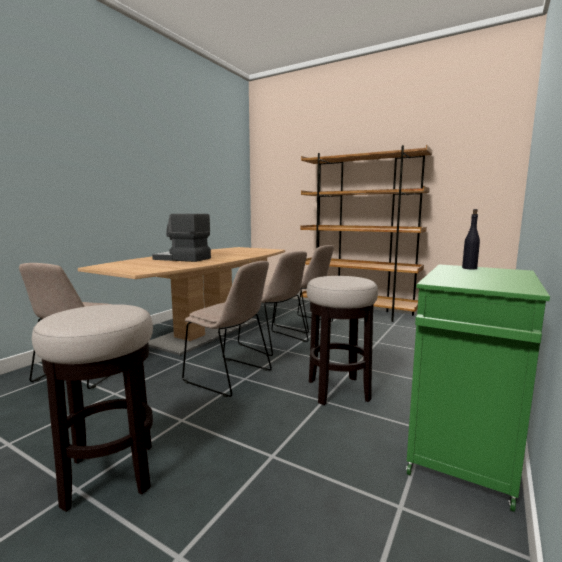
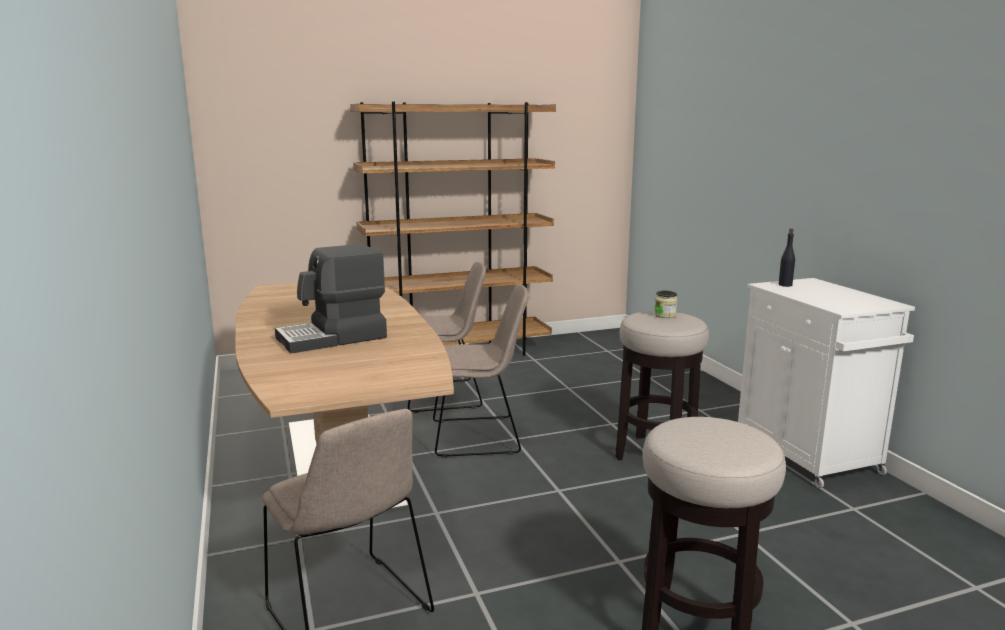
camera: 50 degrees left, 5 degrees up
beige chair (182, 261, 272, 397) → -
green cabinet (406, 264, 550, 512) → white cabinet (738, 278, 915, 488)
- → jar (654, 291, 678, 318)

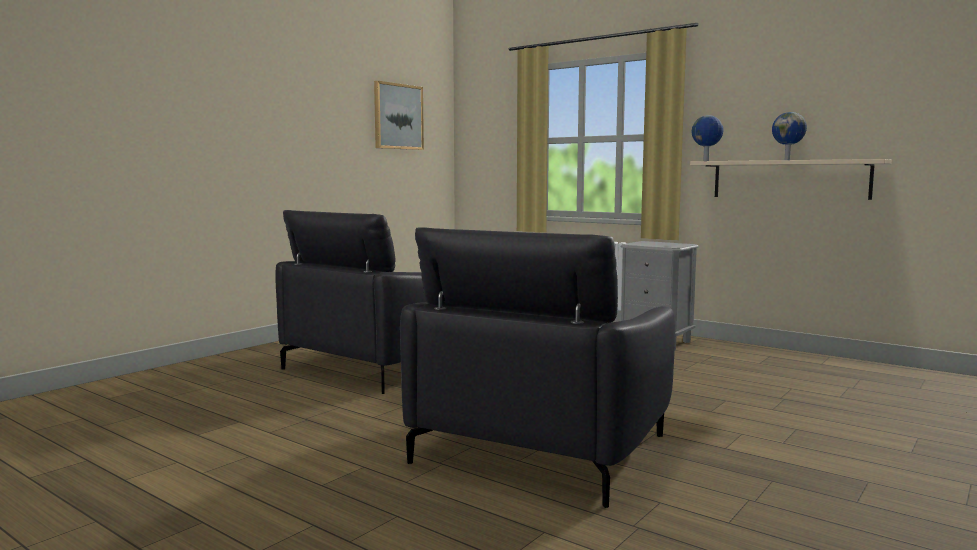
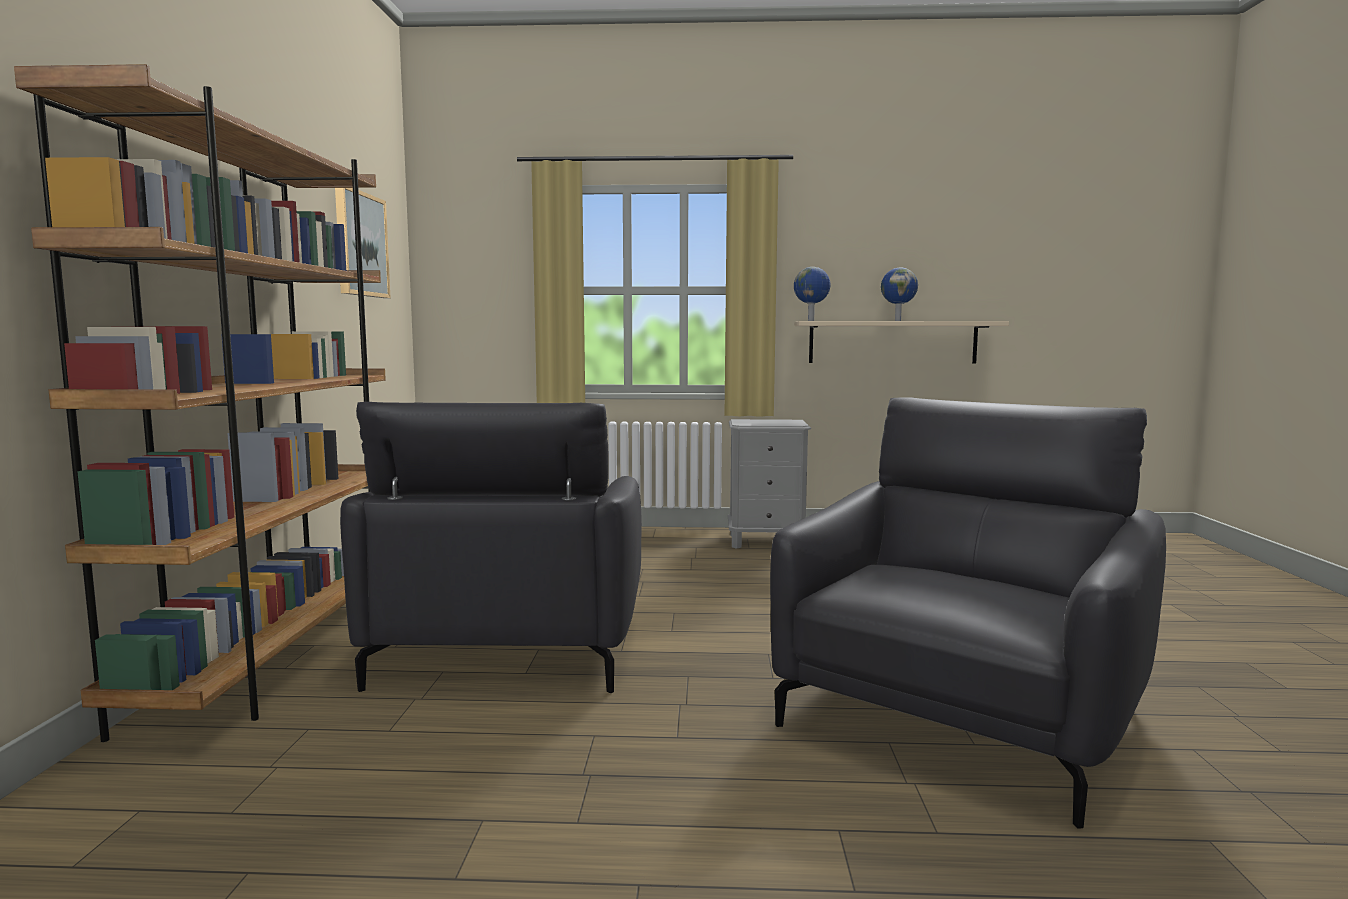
camera: 35 degrees left, 0 degrees up
black armchair (400, 227, 675, 508) → black armchair (770, 398, 1166, 829), 135 degrees counterclockwise
- → brown bookcase (14, 64, 386, 742)

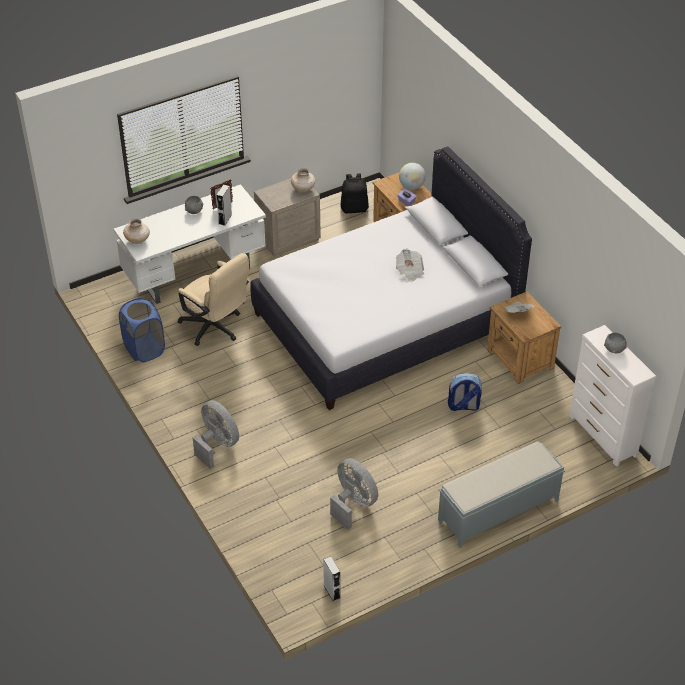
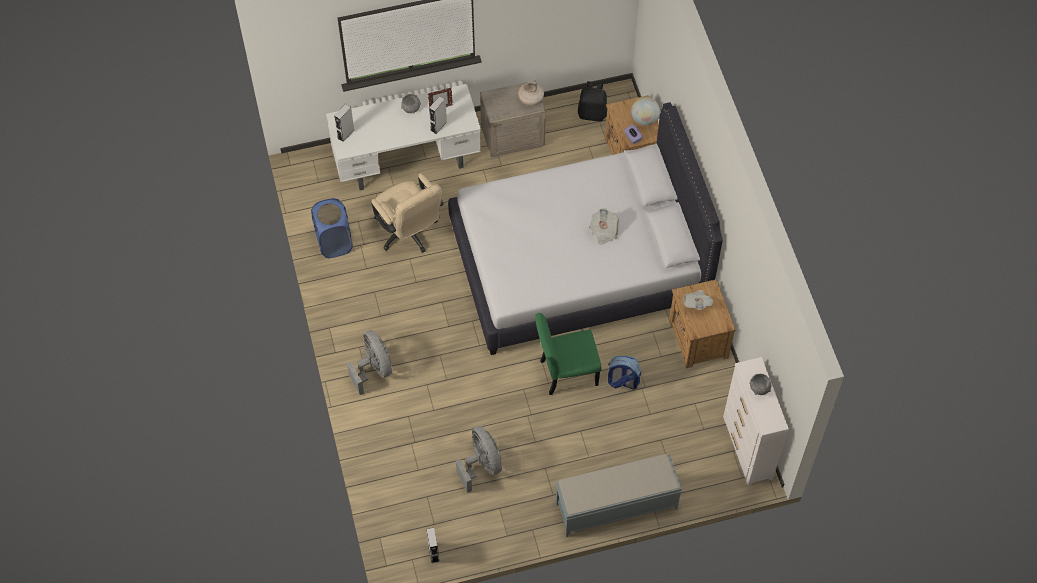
camera: 15 degrees right, 15 degrees up
beige vase (123, 218, 150, 244) → grey speaker (334, 104, 355, 142)
- → green chair (535, 313, 601, 395)

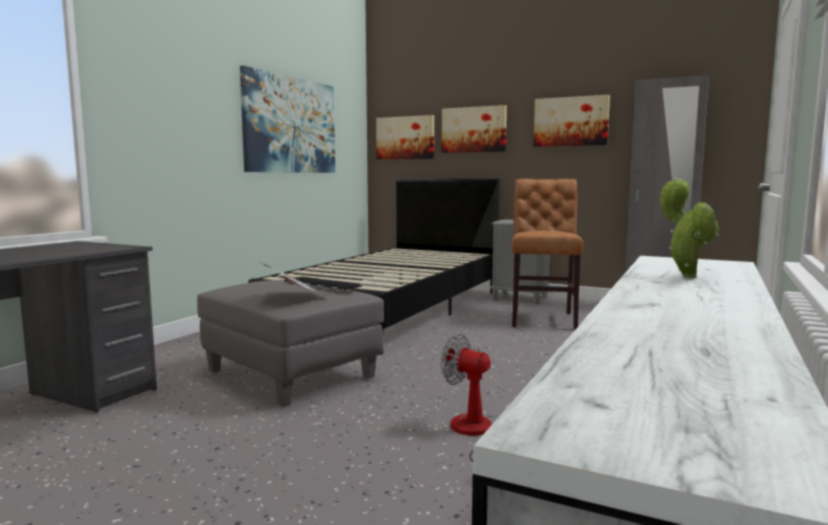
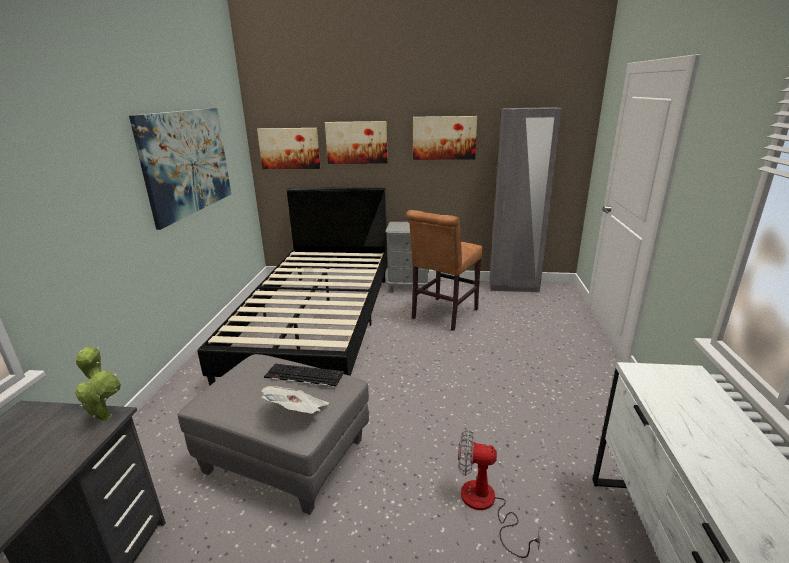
camera: 20 degrees left, 15 degrees up
potted plant (660, 177, 719, 278) → potted plant (75, 347, 121, 421), relocated
brown chair (511, 179, 583, 330) → brown chair (406, 210, 483, 331), 135 degrees counterclockwise

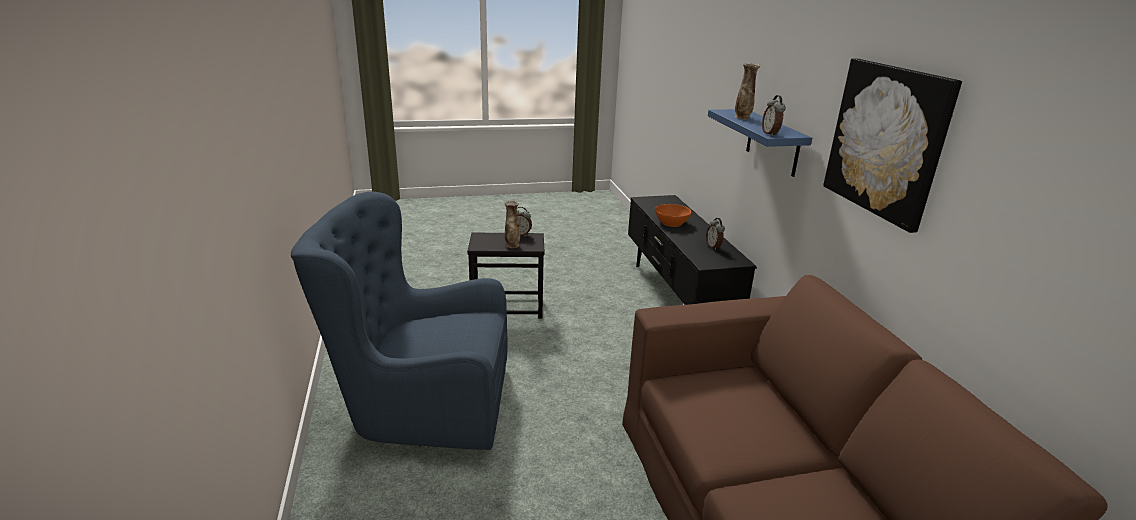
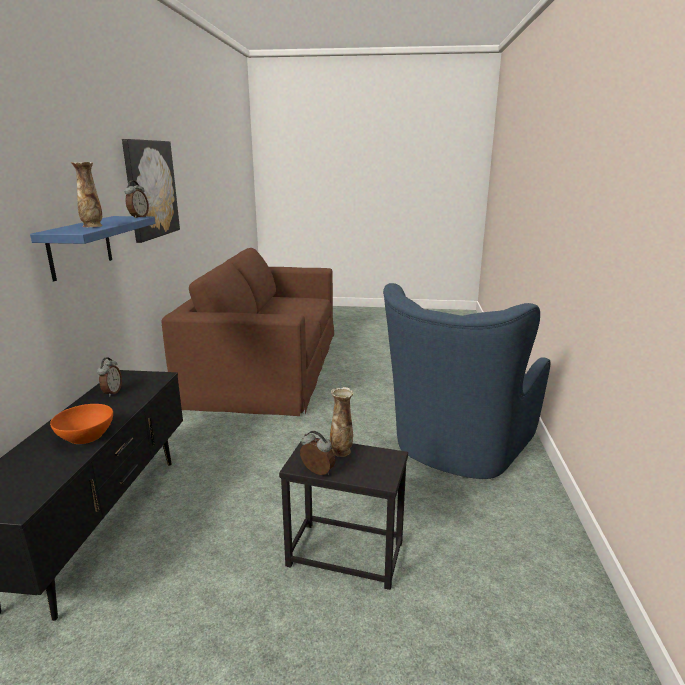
camera: 160 degrees left, 5 degrees down
blue armchair (291, 192, 508, 450) → blue armchair (383, 283, 550, 479), 105 degrees clockwise

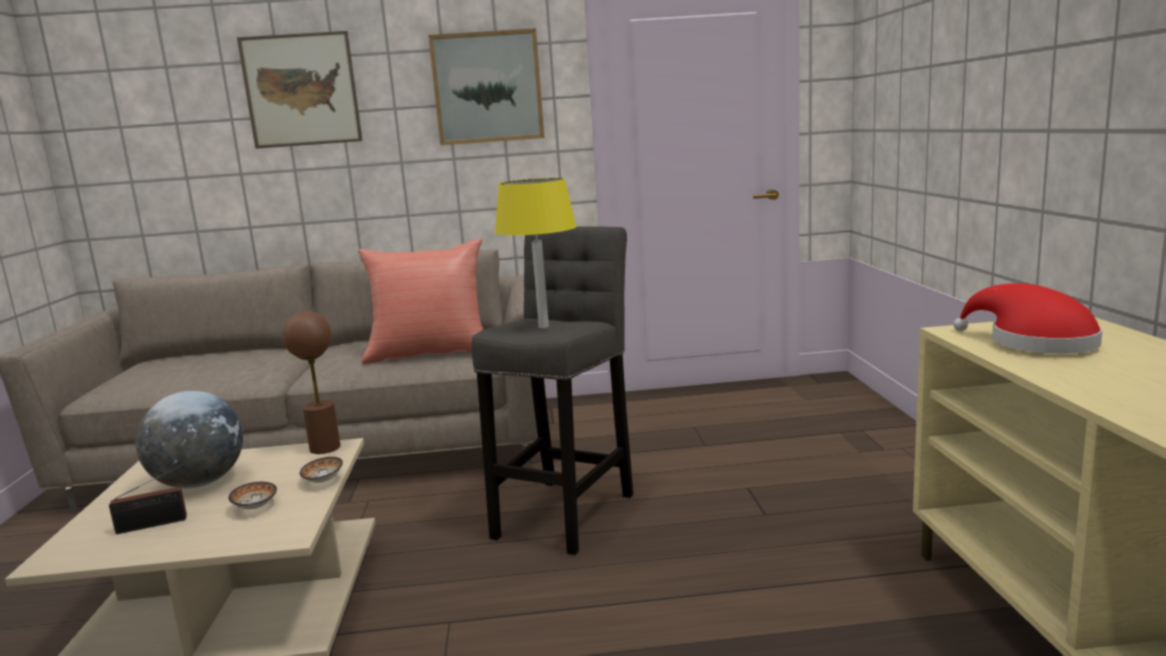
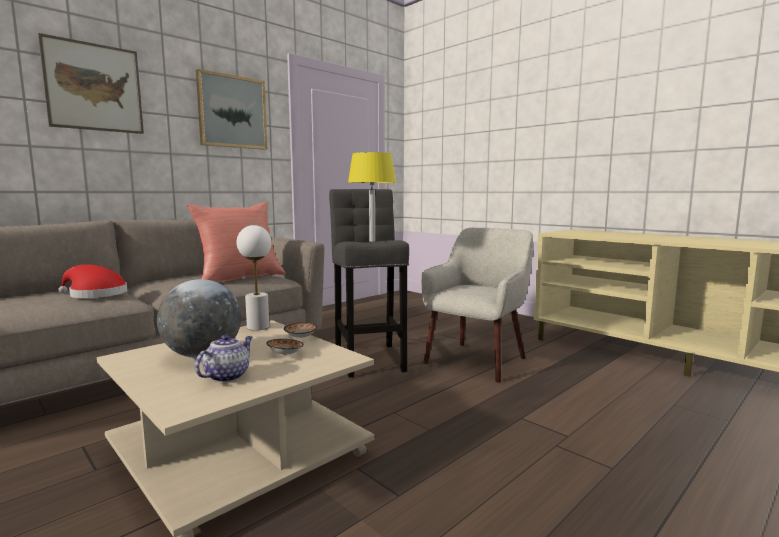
camera: 40 degrees left, 5 degrees down
red hat (953, 283, 1103, 354) → red hat (59, 264, 127, 298), relocated
brown table lamp (283, 312, 340, 454) → white table lamp (237, 225, 271, 330)
radio (109, 464, 187, 534) → teapot (195, 335, 252, 382)
- → beige armchair (421, 228, 533, 383)

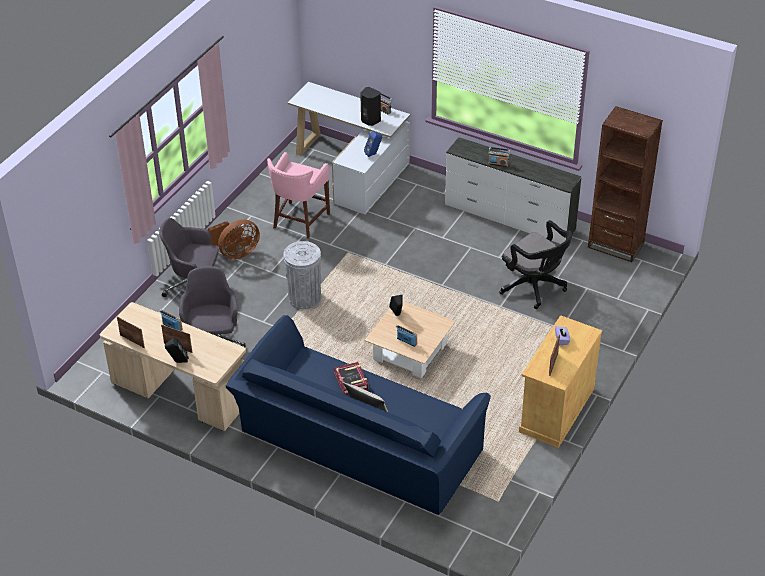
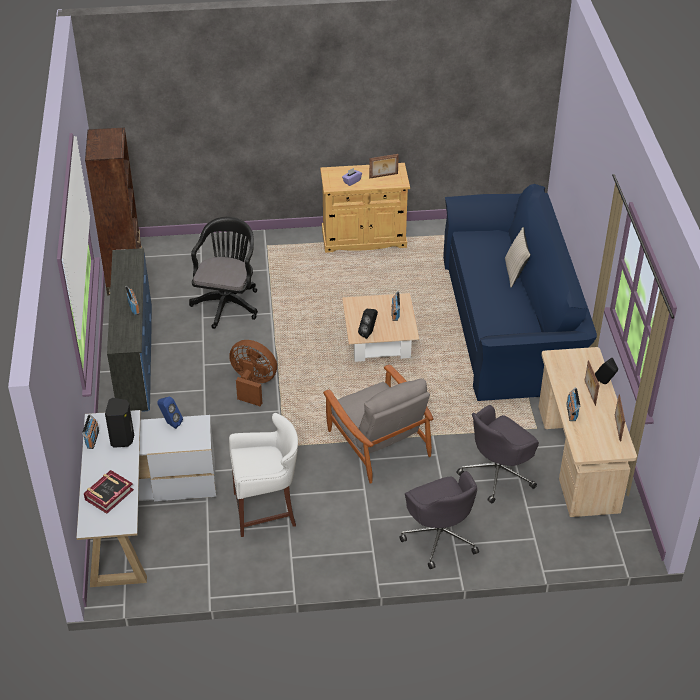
camera: 125 degrees left, 0 degrees up
white dresser (445, 137, 582, 244) → blue dresser (107, 248, 152, 412)
pink stool (267, 152, 330, 238) → white stool (229, 413, 298, 537)
brown fan (208, 219, 260, 259) → brown fan (229, 340, 277, 406), relocated
grey trash can (283, 241, 321, 309) → grey armchair (323, 365, 433, 484)
book (334, 362, 369, 395) → book (84, 470, 134, 514), relocated

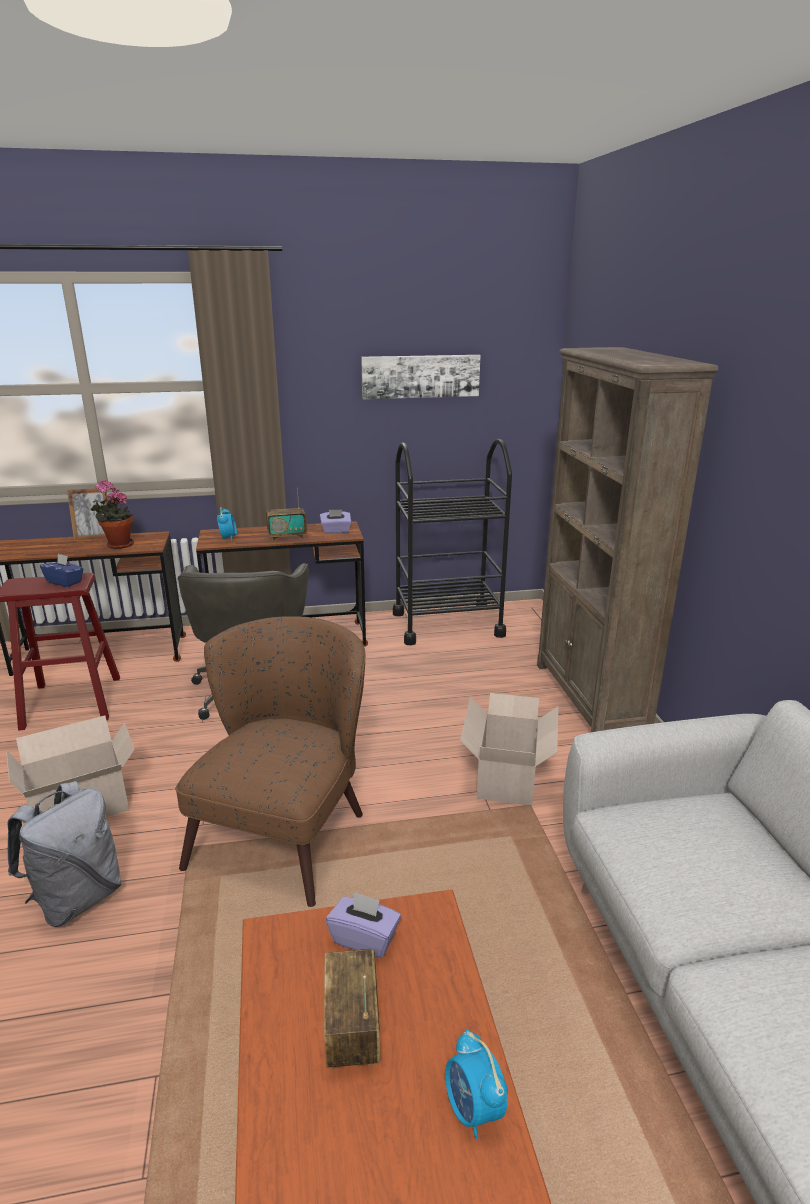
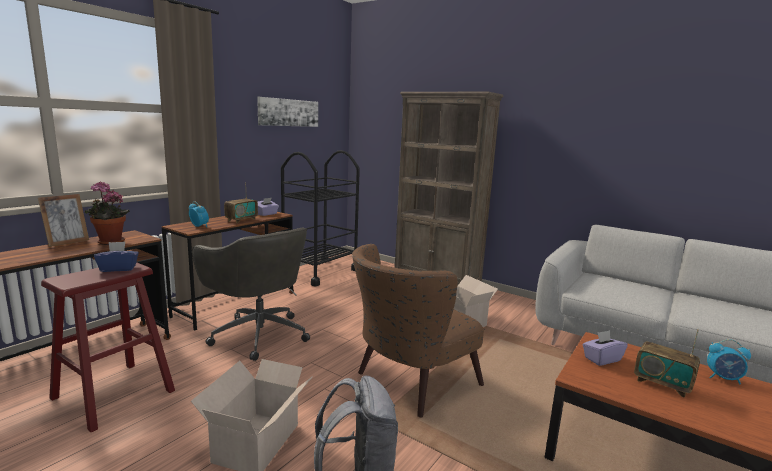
camera: 45 degrees left, 10 degrees down
brown armchair (175, 616, 365, 907) → brown armchair (352, 244, 484, 418), 105 degrees counterclockwise

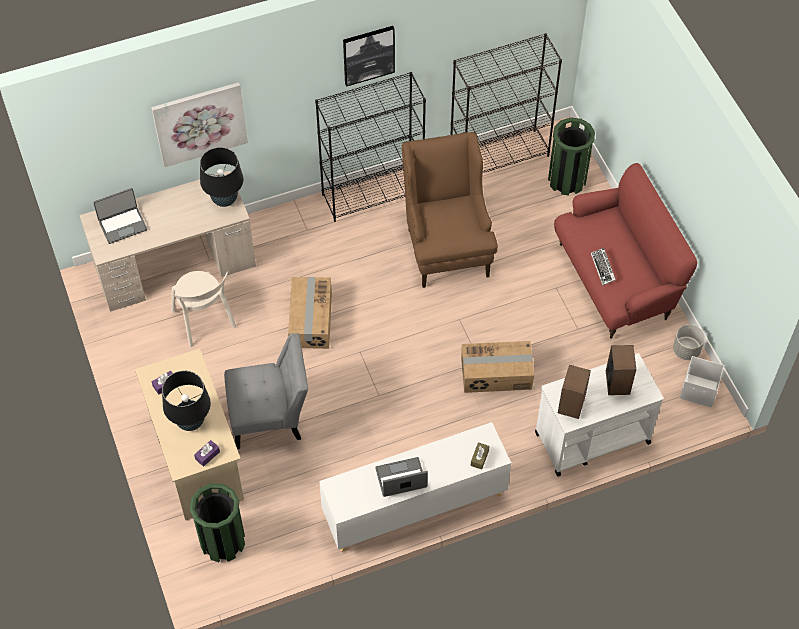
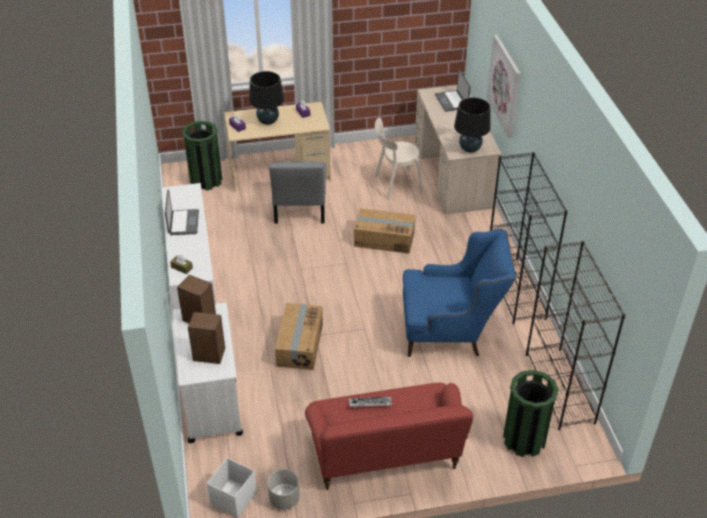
camera: 100 degrees right, 15 degrees down
picture (343, 26, 395, 87) → -
brown armchair (402, 132, 498, 288) → blue armchair (403, 228, 516, 357)

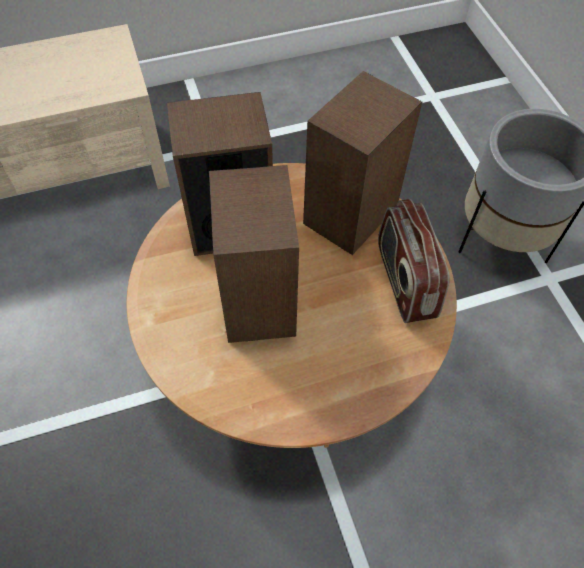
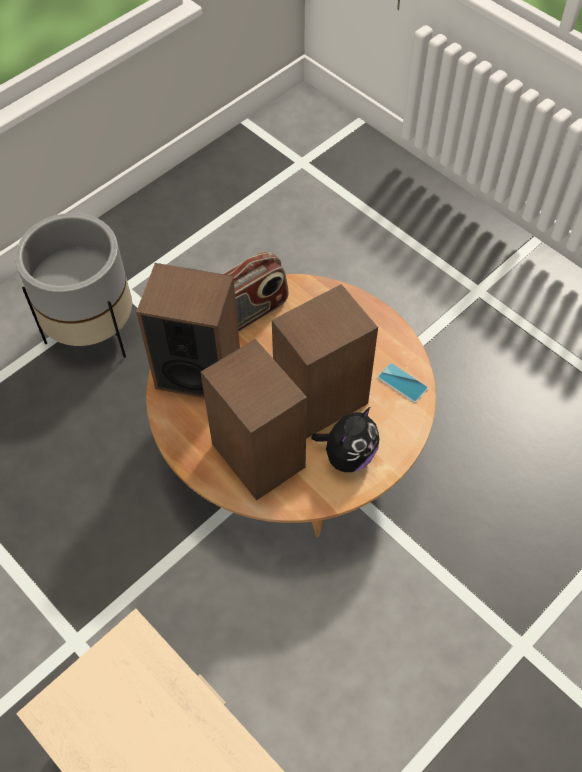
camera: 115 degrees left, 0 degrees up
- → phone (377, 363, 428, 403)
- → plush toy (311, 407, 379, 472)

